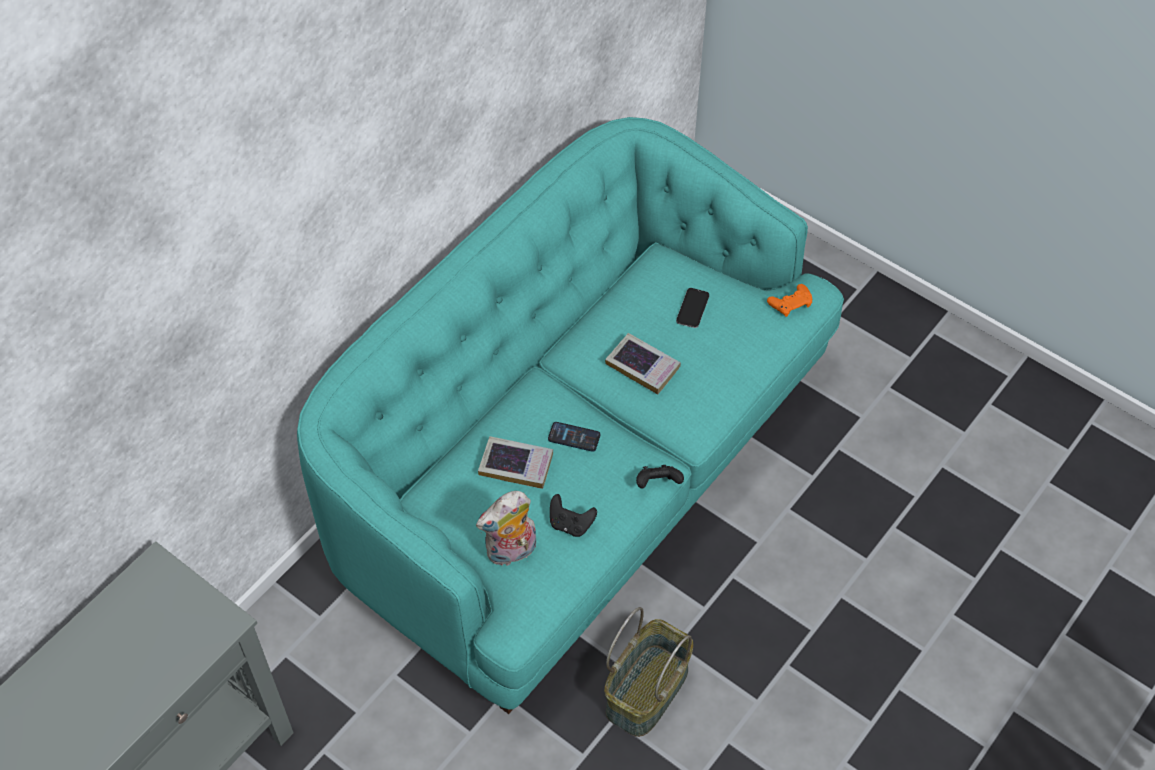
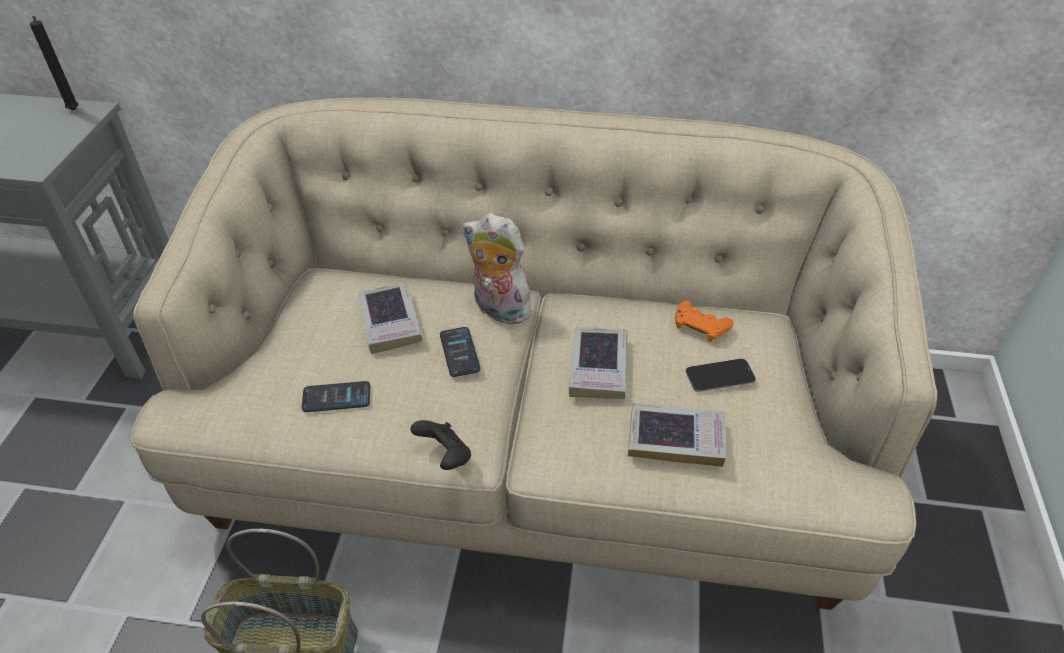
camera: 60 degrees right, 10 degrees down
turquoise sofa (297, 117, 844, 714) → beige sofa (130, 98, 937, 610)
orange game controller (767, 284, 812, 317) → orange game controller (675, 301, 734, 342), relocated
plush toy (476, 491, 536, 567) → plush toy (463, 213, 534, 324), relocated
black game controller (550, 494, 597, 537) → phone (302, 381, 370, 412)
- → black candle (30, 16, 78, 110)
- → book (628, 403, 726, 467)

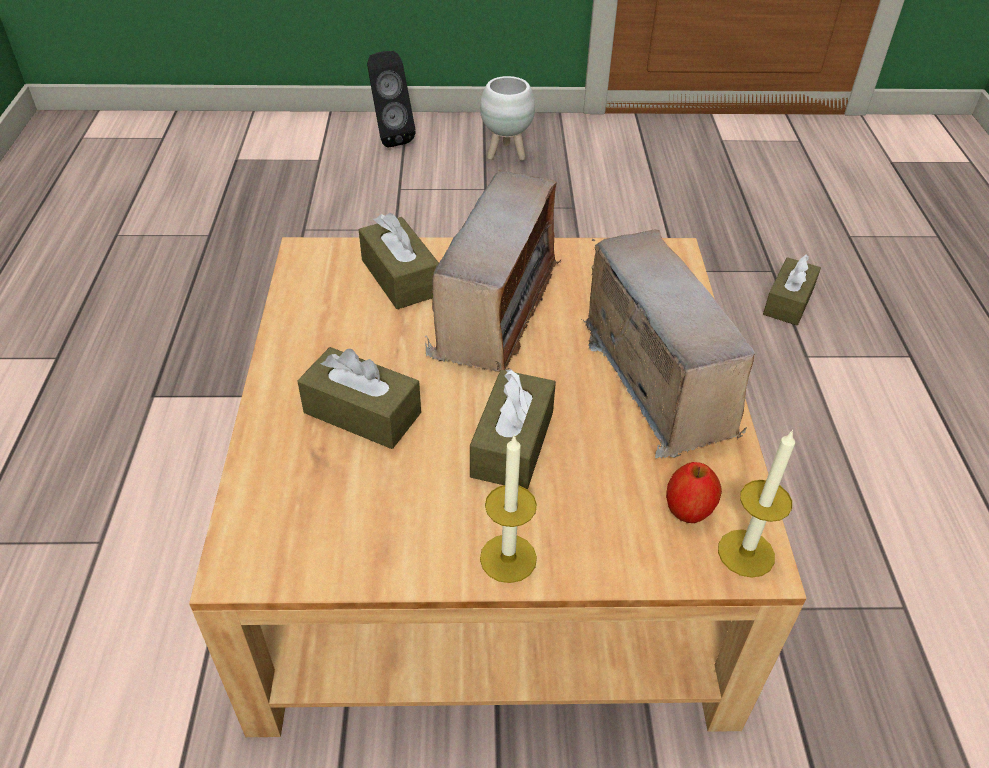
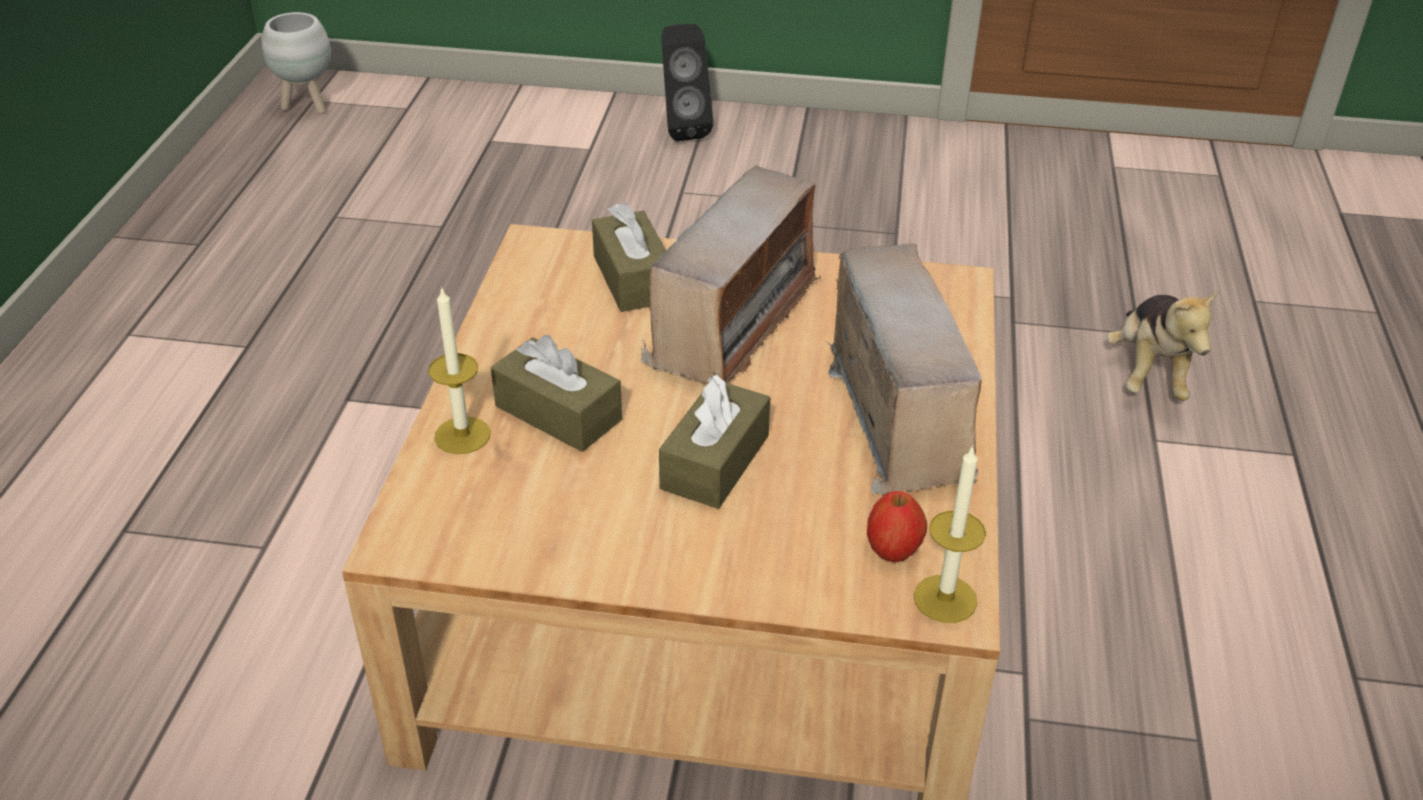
camera: 10 degrees right, 5 degrees down
white planter (480, 76, 535, 161) → white planter (262, 12, 331, 114), relocated
brown tissue box (763, 255, 821, 325) → plush toy (1107, 289, 1220, 400)
candle (480, 434, 537, 583) → candle (428, 286, 491, 454), relocated

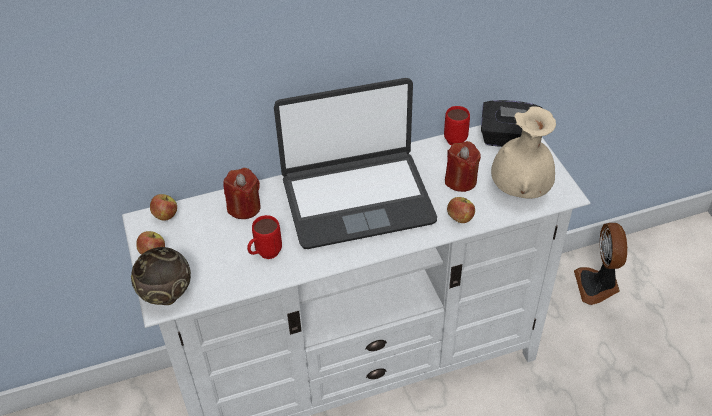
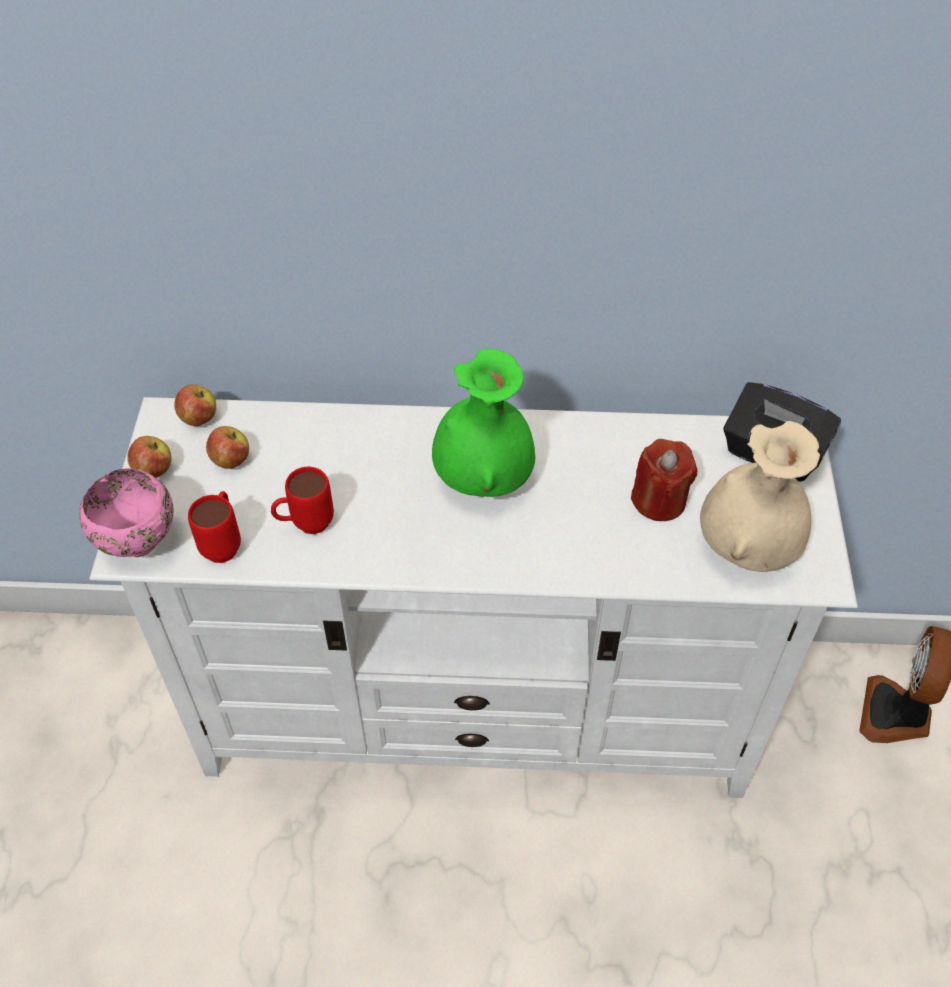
camera: 20 degrees right, 5 degrees up
laptop (274, 78, 437, 249) → green vase (432, 349, 535, 497)
red mug (444, 106, 470, 146) → red mug (188, 491, 241, 563), relocated
red candle (223, 168, 261, 219) → -
apple (447, 197, 475, 223) → apple (206, 426, 249, 469), relocated
brown bowl (131, 247, 191, 305) → pink bowl (79, 468, 174, 557)

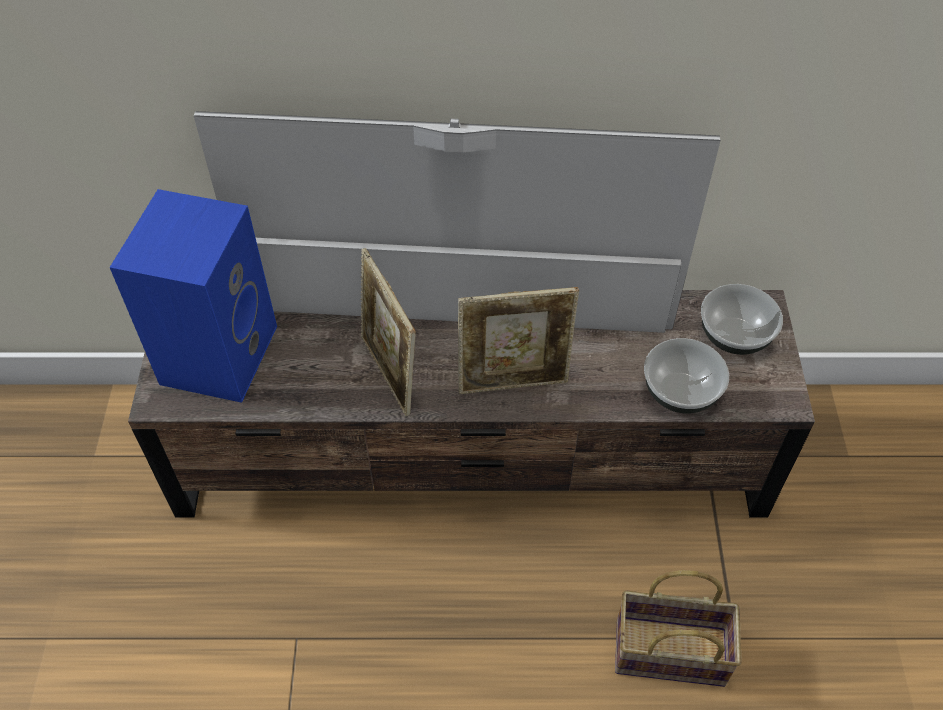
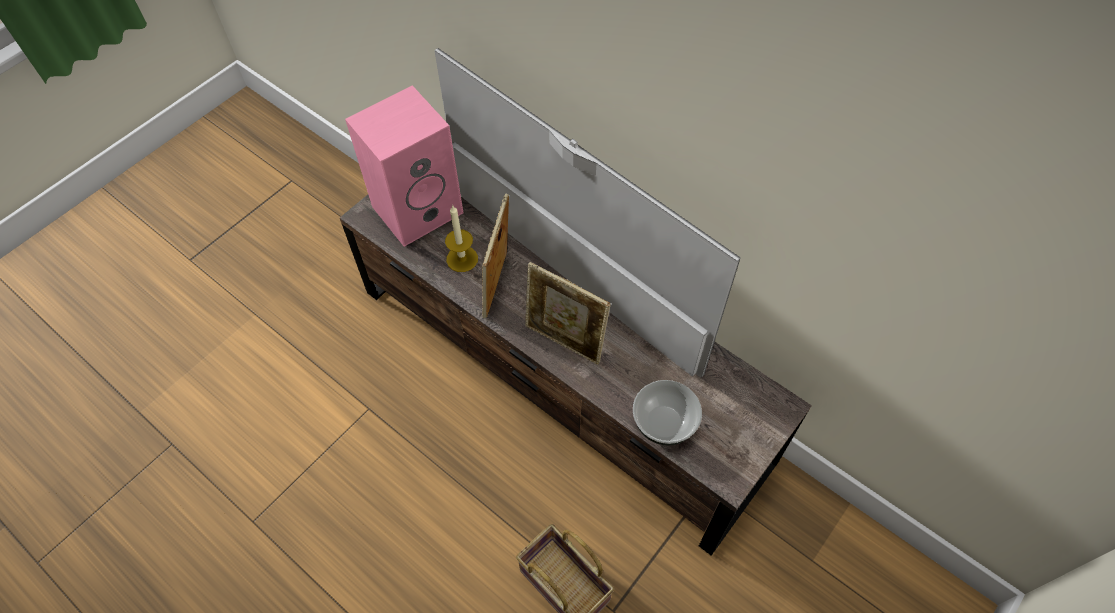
camera: 40 degrees right, 5 degrees up
blue speaker (110, 189, 277, 403) → pink speaker (345, 85, 464, 247)
bowl (701, 284, 783, 355) → -
- → candle (445, 205, 478, 272)

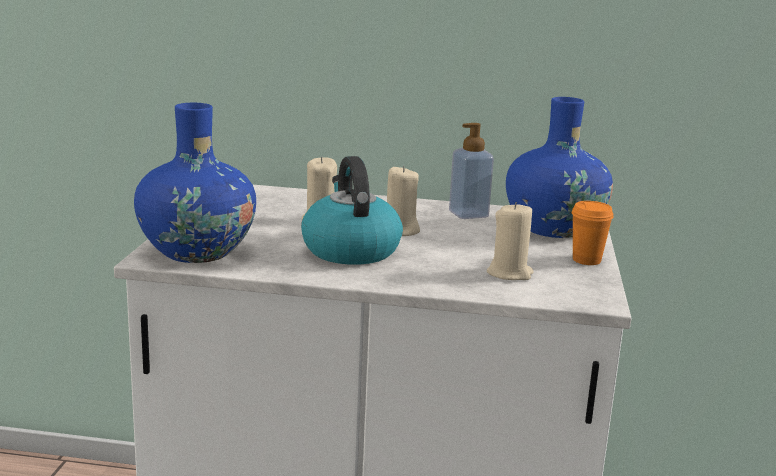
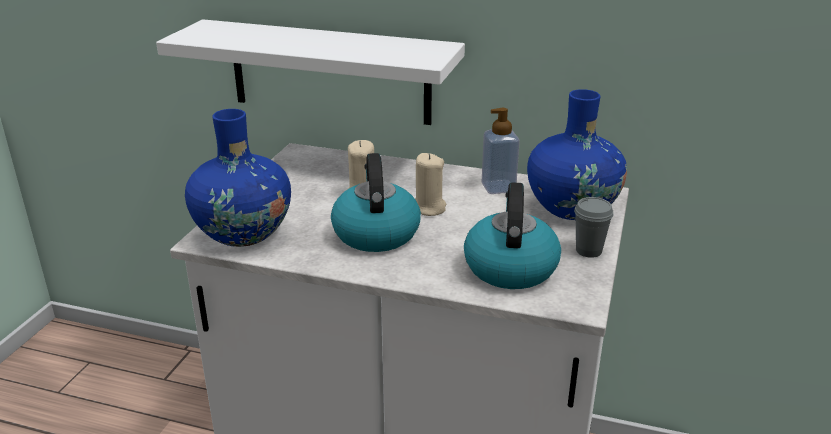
camera: 10 degrees right, 10 degrees up
orange cup (571, 201, 614, 265) → grey cup (574, 197, 613, 258)
beige candle (487, 202, 534, 280) → kettle (464, 182, 561, 289)
- → white shelf (156, 19, 465, 125)

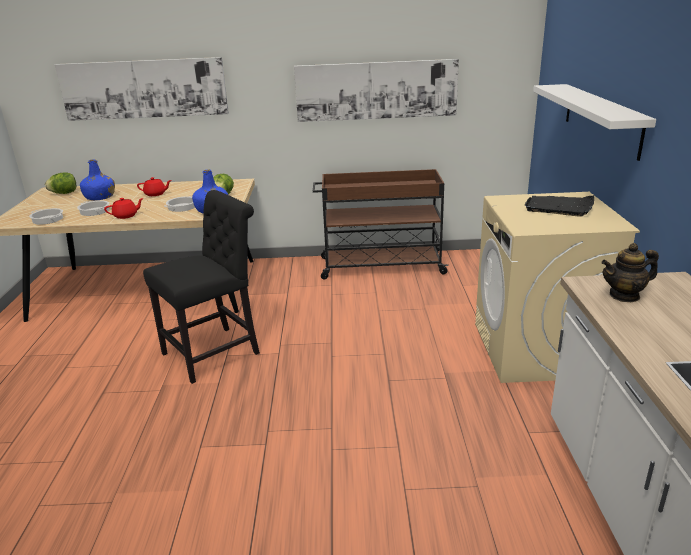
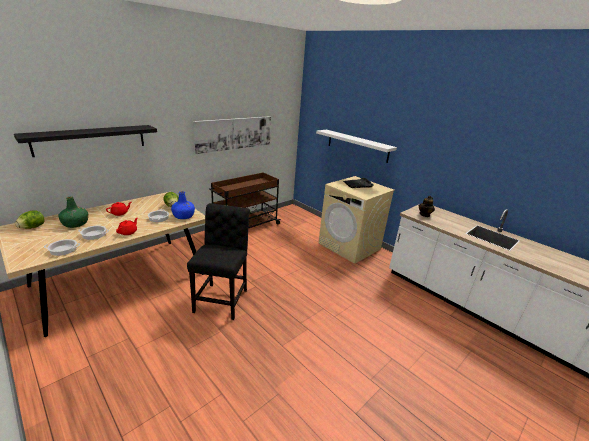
camera: 45 degrees left, 0 degrees up
picture (55, 57, 229, 121) → black shelf (14, 125, 157, 157)
blue bottle (80, 160, 115, 200) → green bottle (58, 196, 88, 228)

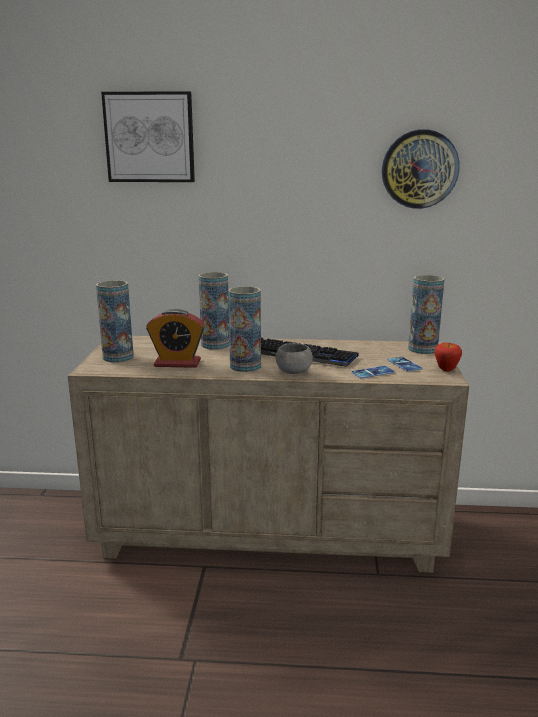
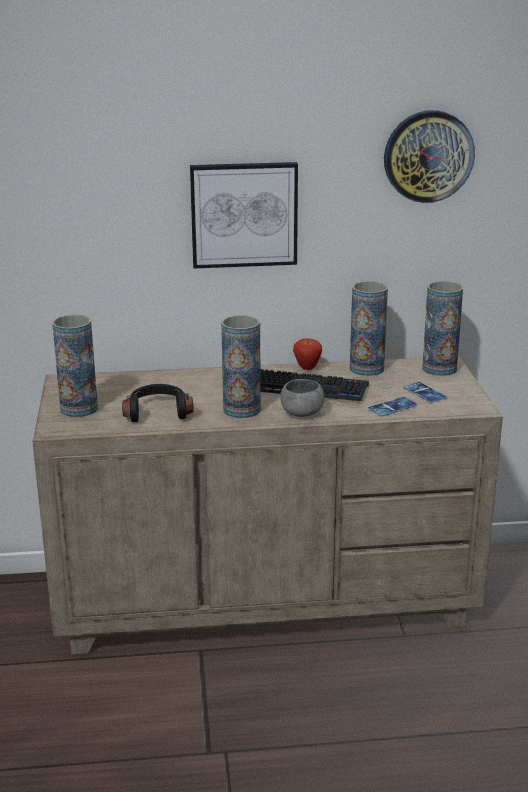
camera: 10 degrees left, 5 degrees up
picture (101, 91, 195, 182) → picture (190, 162, 298, 268), relocated
vase (199, 272, 229, 350) → vase (350, 281, 388, 376), relocated
alarm clock (146, 309, 205, 368) → black headphones (122, 384, 194, 422)
apple (434, 343, 462, 372) → apple (293, 338, 322, 370), relocated

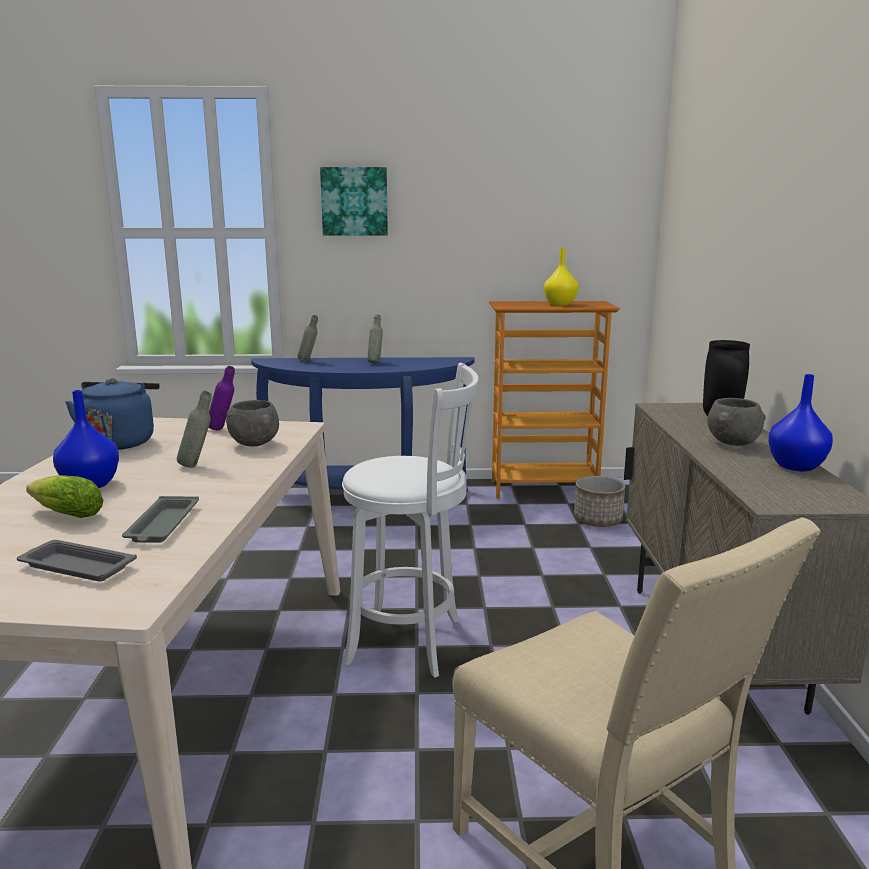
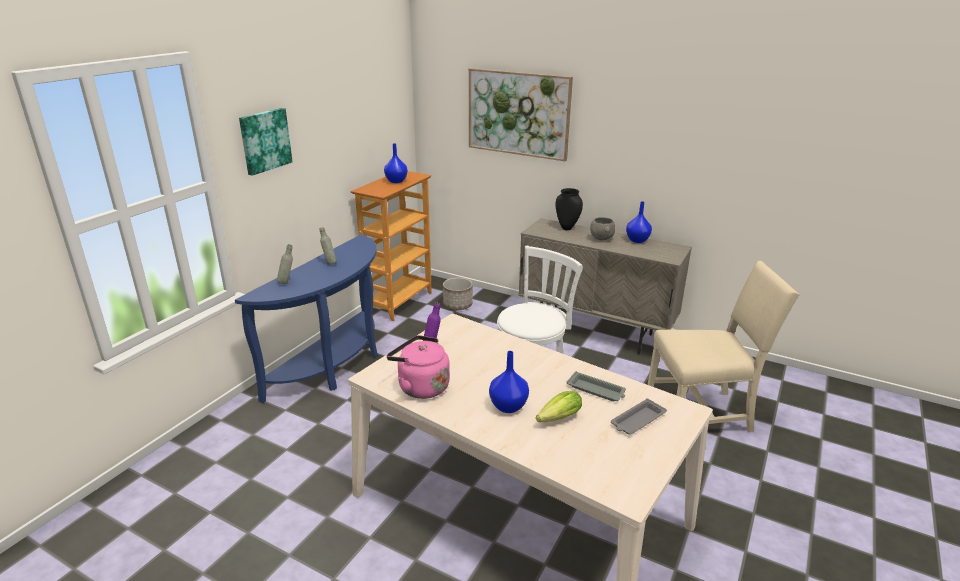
camera: 60 degrees left, 10 degrees up
yellow vase (544, 247, 579, 306) → blue vase (384, 143, 408, 183)
blue kettle (65, 378, 160, 450) → pink kettle (387, 335, 450, 399)
grey bottle (177, 391, 212, 468) → -
grey bowl (226, 400, 279, 446) → -
- → picture (469, 68, 573, 161)

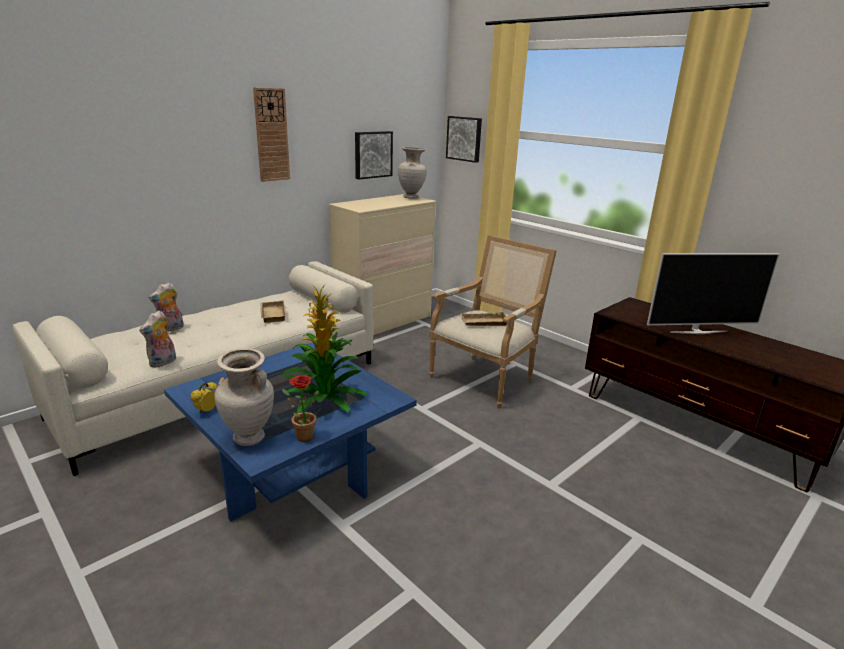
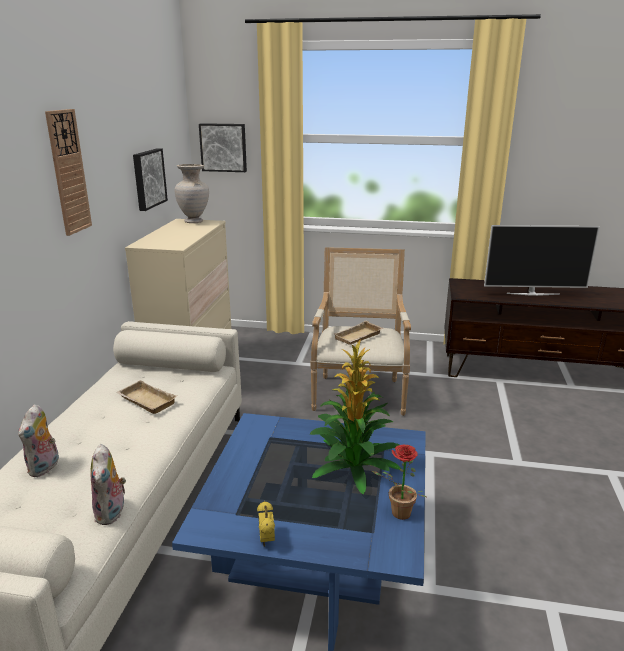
camera: 35 degrees left, 0 degrees up
television (647, 253, 780, 334) → television (484, 225, 600, 296), 45 degrees clockwise
beige vase (215, 348, 274, 446) → -

